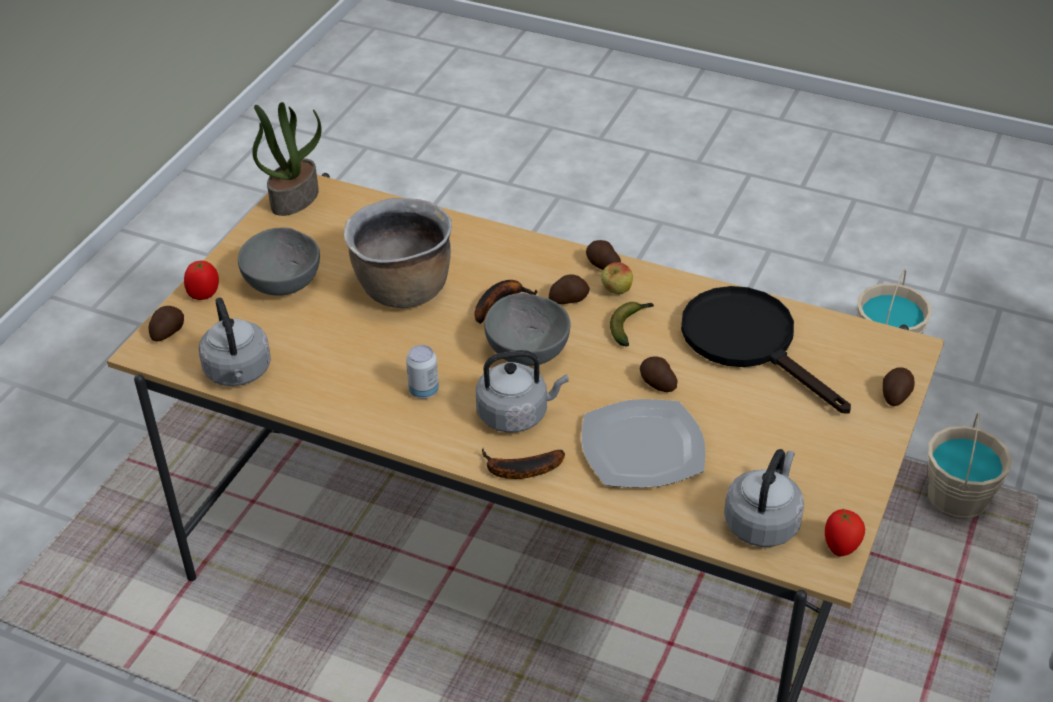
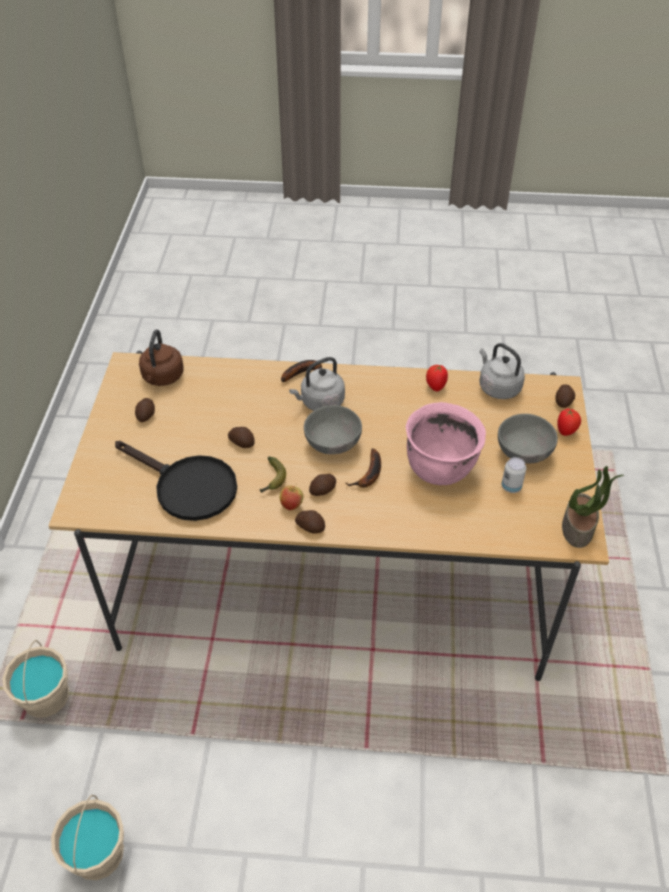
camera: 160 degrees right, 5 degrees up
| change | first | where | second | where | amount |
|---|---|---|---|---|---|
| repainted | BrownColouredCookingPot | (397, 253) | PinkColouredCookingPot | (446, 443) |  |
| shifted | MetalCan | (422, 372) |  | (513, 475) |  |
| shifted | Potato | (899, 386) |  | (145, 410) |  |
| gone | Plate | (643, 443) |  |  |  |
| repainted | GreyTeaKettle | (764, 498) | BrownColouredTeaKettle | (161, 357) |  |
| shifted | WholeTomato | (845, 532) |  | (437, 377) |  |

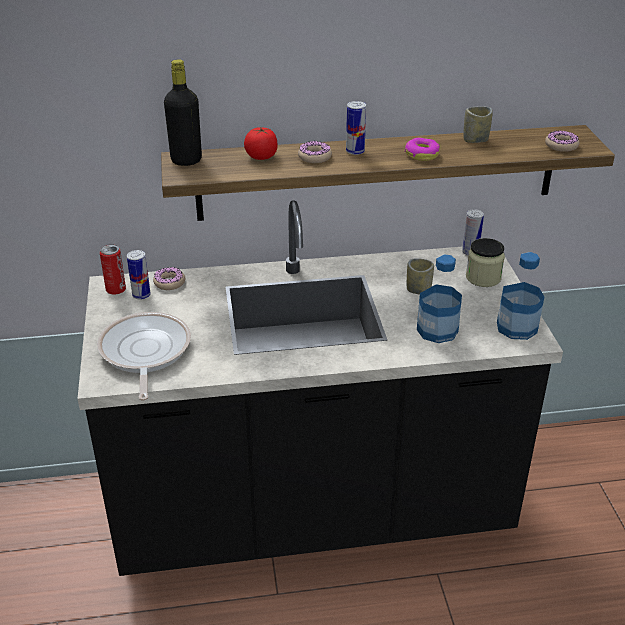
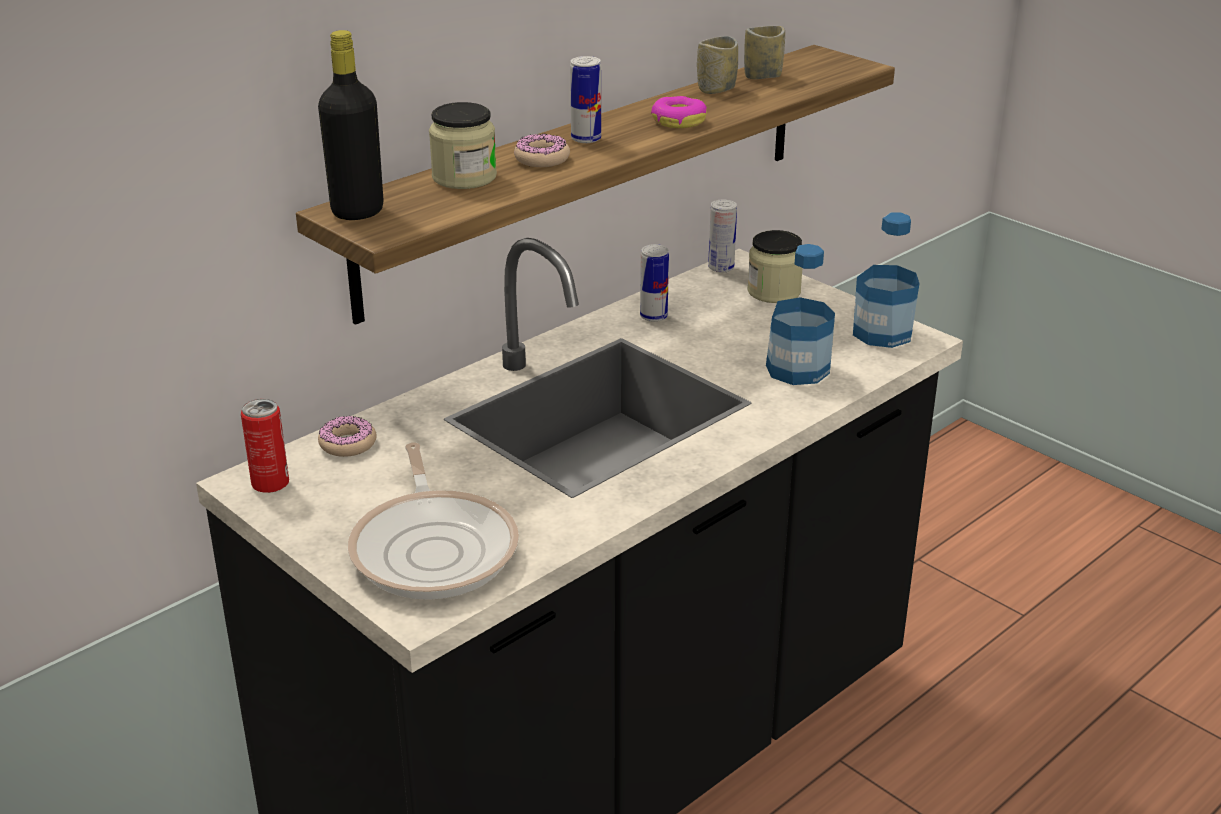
camera: 35 degrees left, 5 degrees down
| change | first | where | second | where | amount |
|---|---|---|---|---|---|
| swapped | WholeTomato | (261, 143) | PreserveJar | (463, 145) |  |
| gone | RingDoughnut | (562, 141) |  |  |  |
| shifted | MetalCan | (139, 275) |  | (654, 283) |  |
| shifted | DrinkingCup | (420, 276) |  | (764, 52) |  |
| rotated | Pan | (144, 356) |  | (433, 521) | 150 degrees counterclockwise |

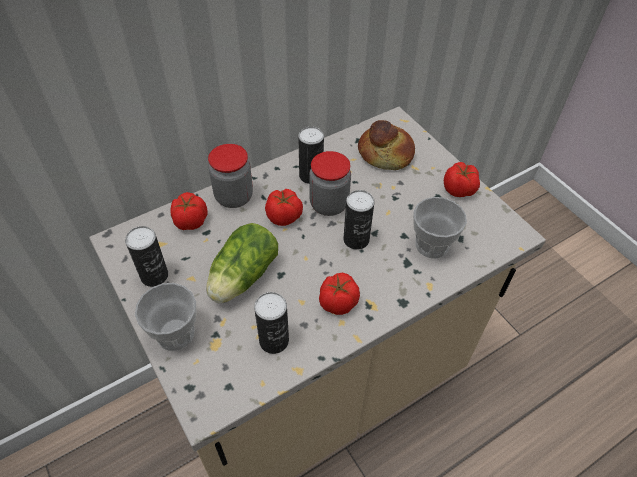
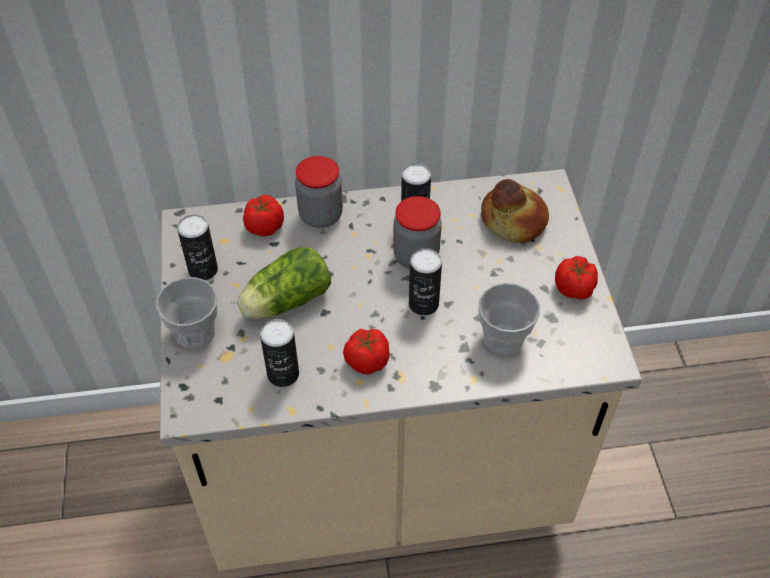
camera: 25 degrees right, 0 degrees up
| change | first | where | second | where | amount |
|---|---|---|---|---|---|
| gone | WholeTomato | (284, 207) |  |  |  |

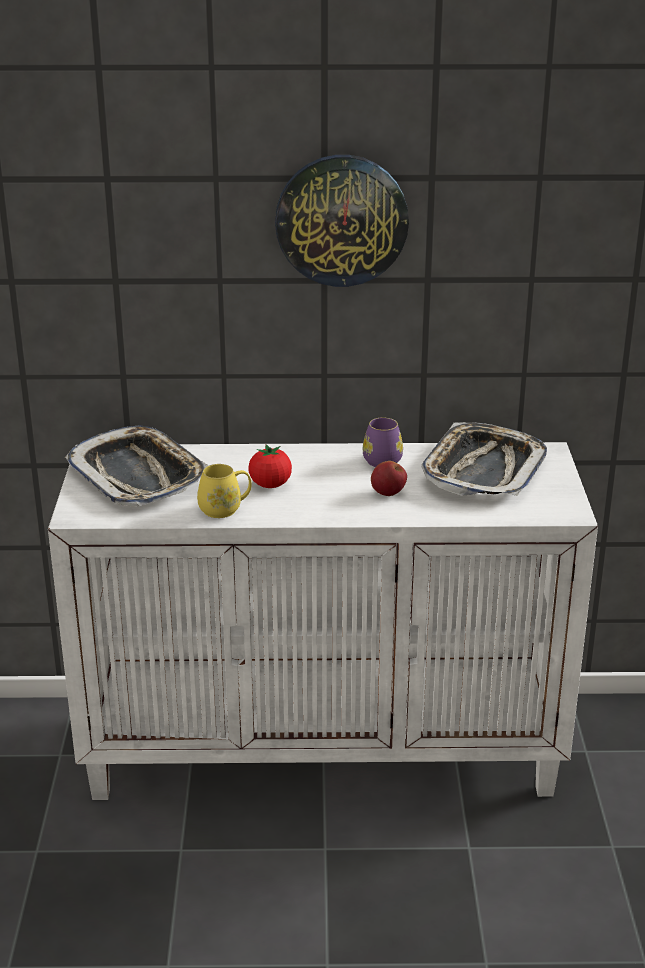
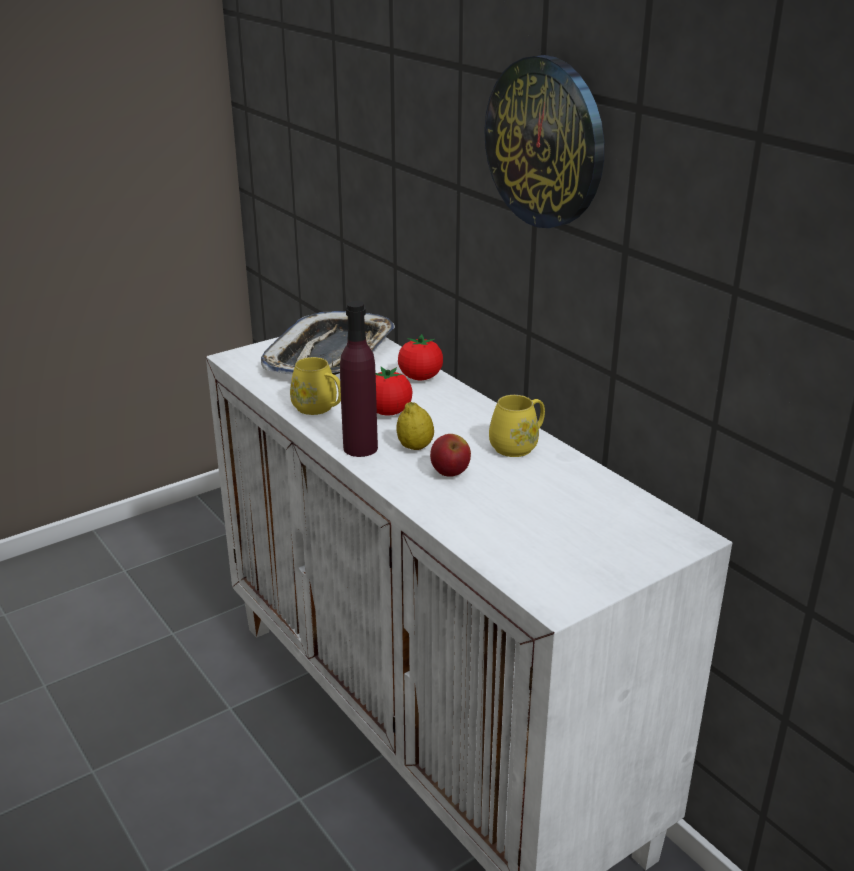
camera: 55 degrees right, 0 degrees up
| change | first | where | second | where | amount |
|---|---|---|---|---|---|
| repainted | PurpleCoffeeMug | (383, 442) | YellowCoffeeMug | (517, 426) |  |
| gone | ServingTray | (484, 459) |  |  |  |
| new |  |  | PurpleBeverageBottle | (359, 379) |  |
| new |  |  | WholeTomato | (420, 357) |  |
| new |  |  | Lemon | (415, 426) |  |

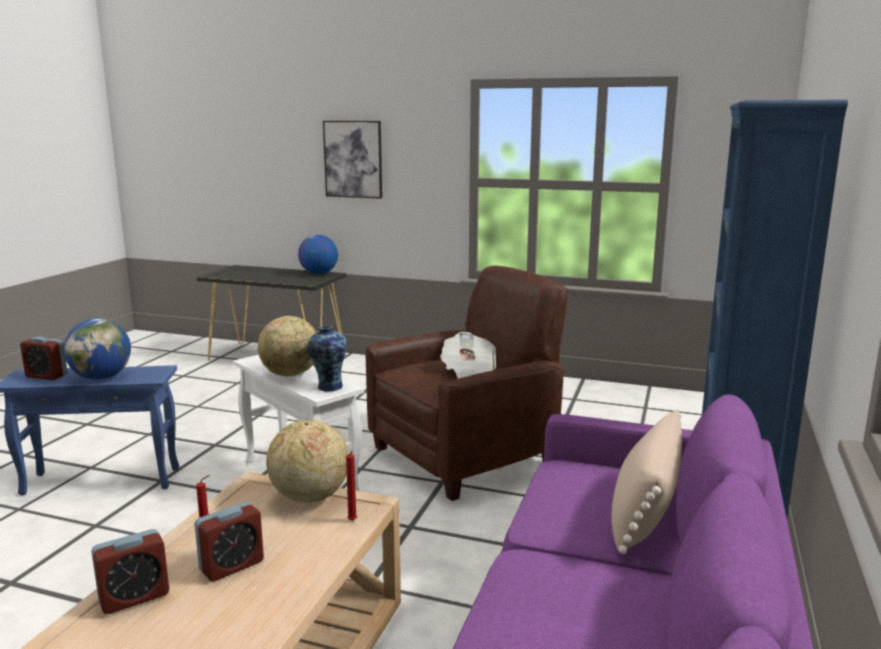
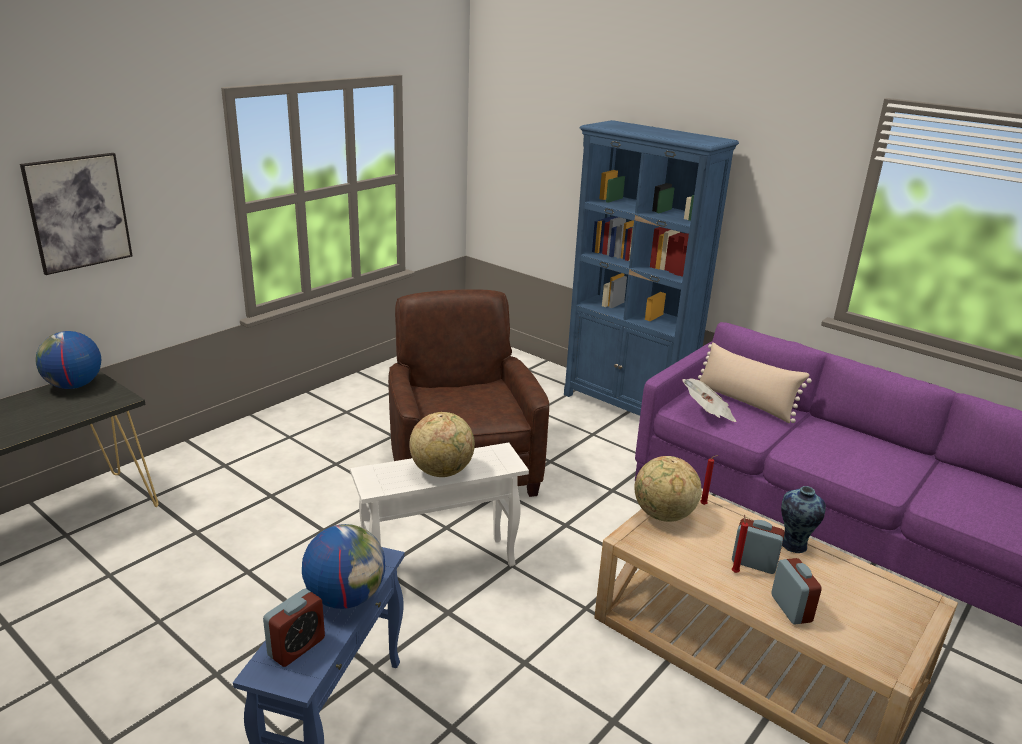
camera: 70 degrees left, 10 degrees up
| change | first | where | second | where | amount |
|---|---|---|---|---|---|
| shifted | Vase | (327, 358) |  | (803, 519) |  |
| shifted | PrintedPaper | (468, 355) |  | (709, 400) |  |
| rotated | AlarmClock | (229, 541) |  | (758, 546) | 45 degrees counterclockwise |

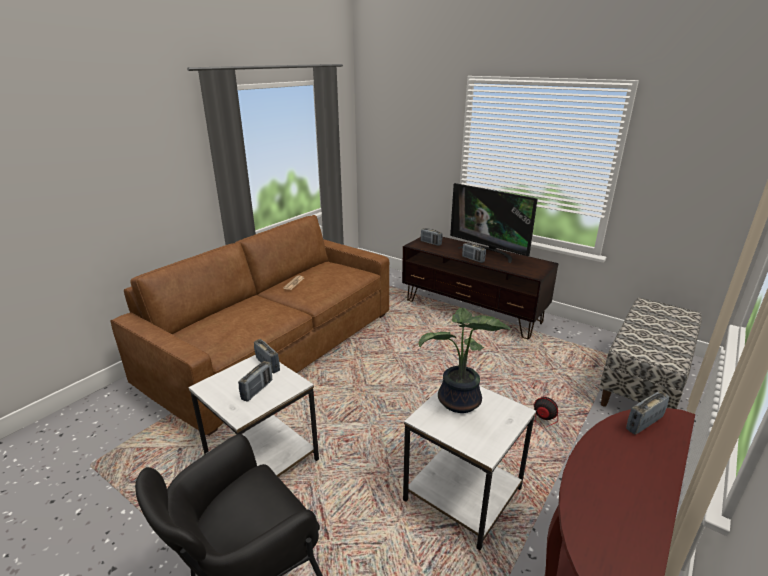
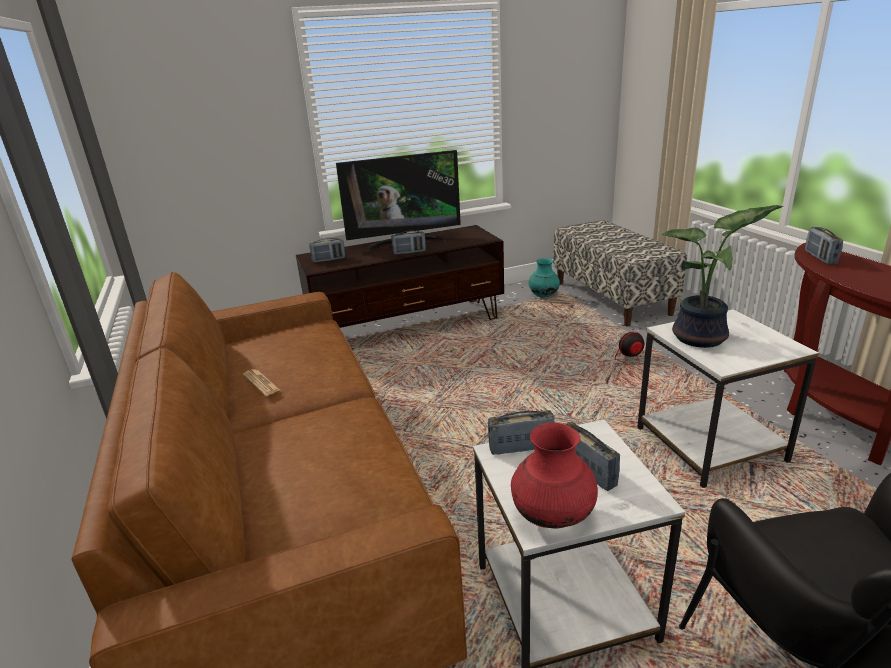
camera: 55 degrees left, 0 degrees up
| change | first | where | second | where | amount |
|---|---|---|---|---|---|
| new |  |  | BlueGreenVase | (544, 278) |  |
| new |  |  | ReddishVase | (554, 475) |  |

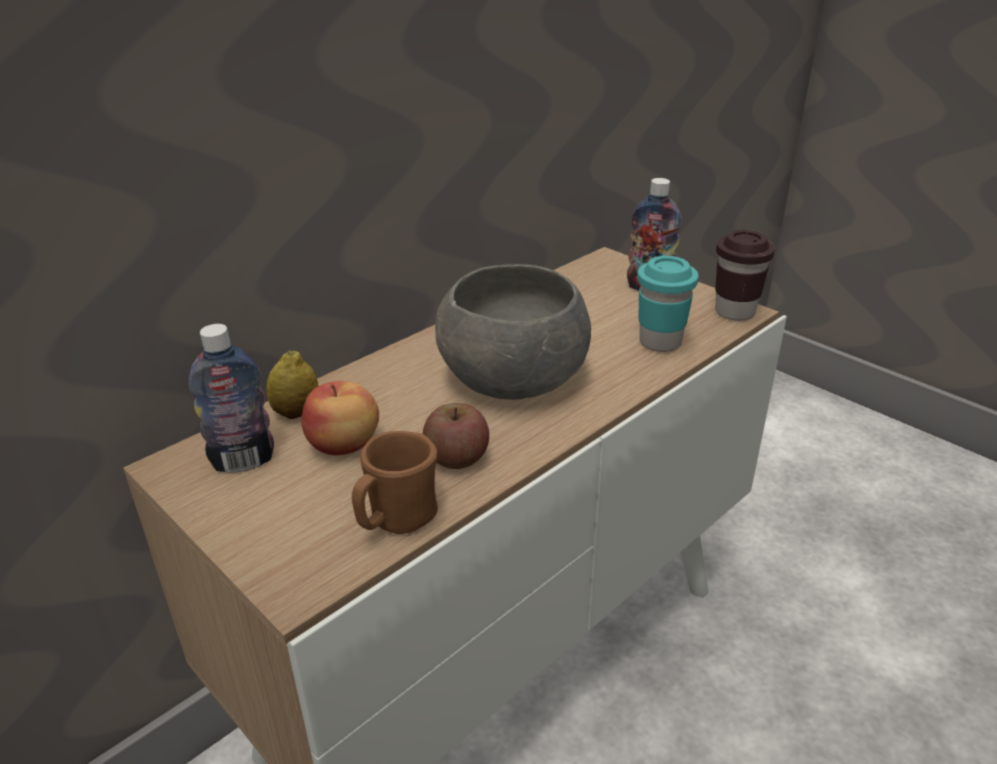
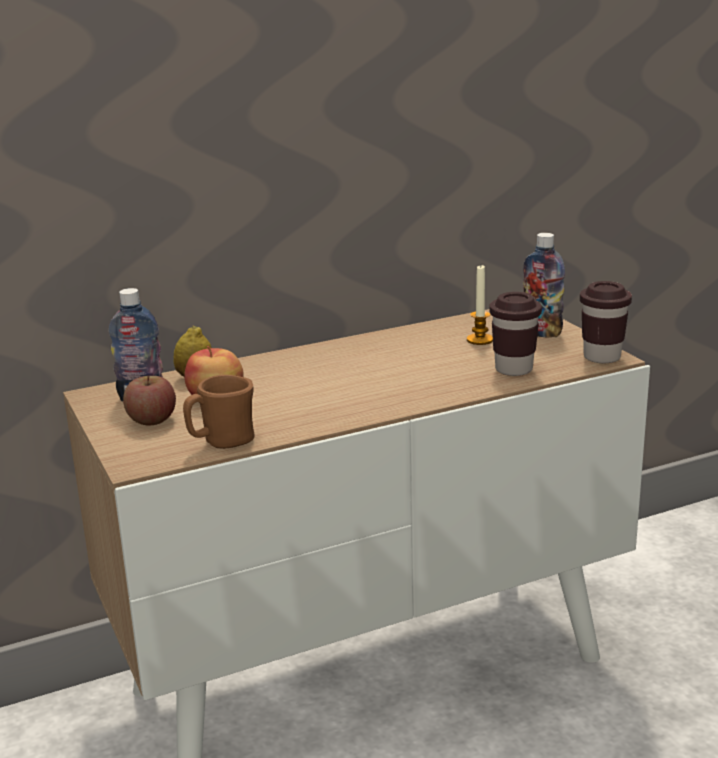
camera: 20 degrees right, 10 degrees down
| change | first | where | second | where | amount |
|---|---|---|---|---|---|
| repainted | BlueGreenDrinkingCup | (668, 304) | BrownColouredDrinkingCup | (515, 334) |  |
| gone | GreyDeepDish | (513, 332) |  |  |  |
| shifted | Apple | (456, 436) |  | (149, 401) |  |
| new |  |  | Candle | (480, 305) |  |

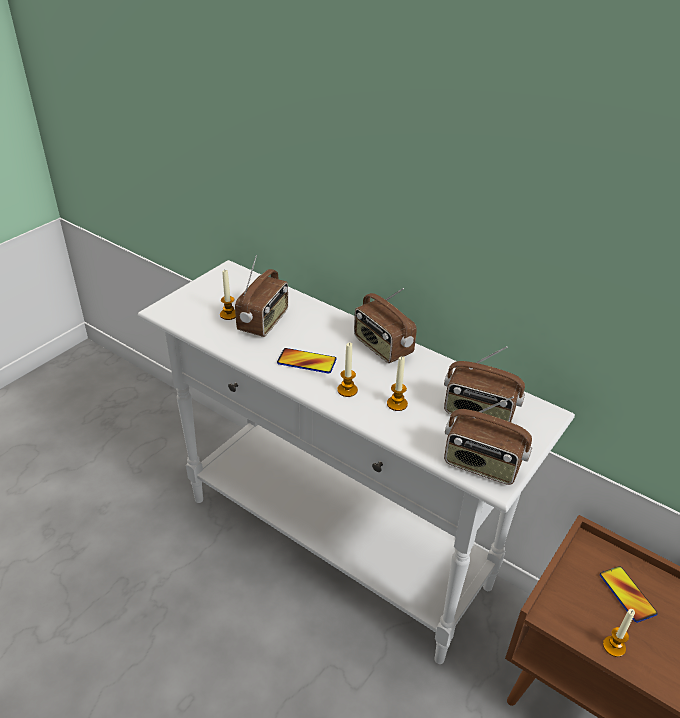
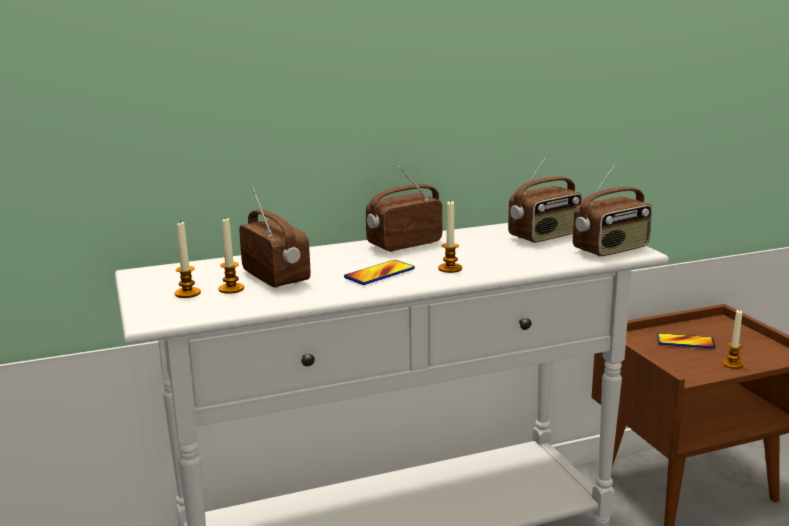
camera: 55 degrees left, 20 degrees down
| change | first | where | second | where | amount |
|---|---|---|---|---|---|
| rotated | RadioReceiver | (385, 325) |  | (404, 209) | 150 degrees clockwise |
| shifted | Candle | (397, 383) |  | (188, 259) |  |

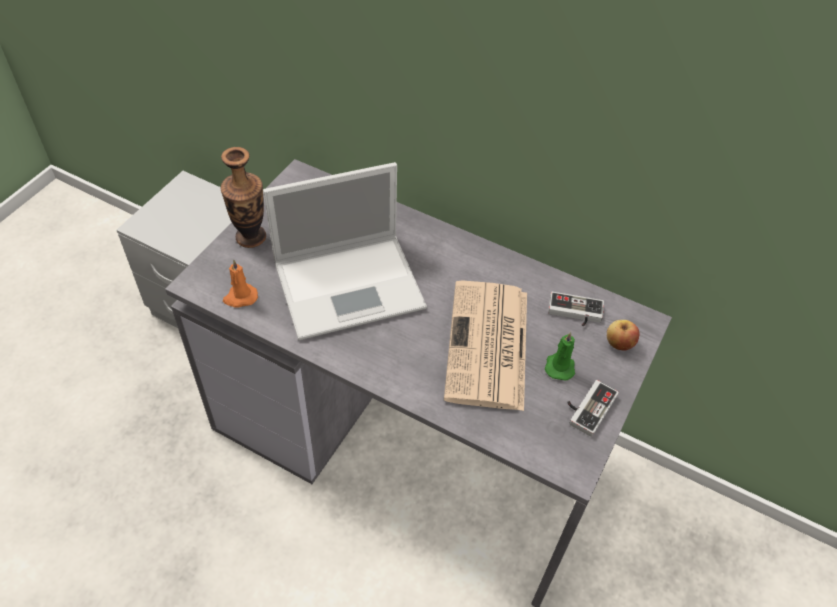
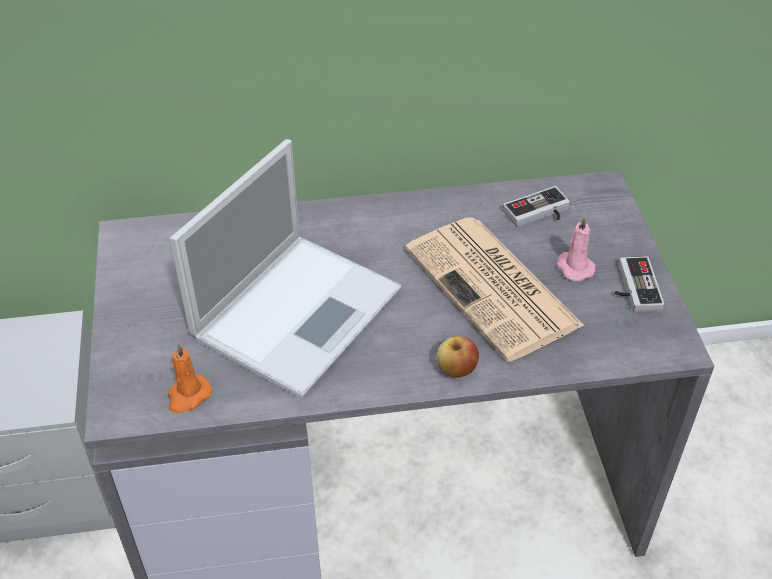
camera: 35 degrees left, 5 degrees down
| change | first | where | second | where | amount |
|---|---|---|---|---|---|
| gone | Vase | (243, 197) |  |  |  |
| shifted | Apple | (623, 335) |  | (458, 356) |  |
| repainted | GreenColouredCandle | (560, 356) | PinkColouredCandle | (575, 248) |  |

